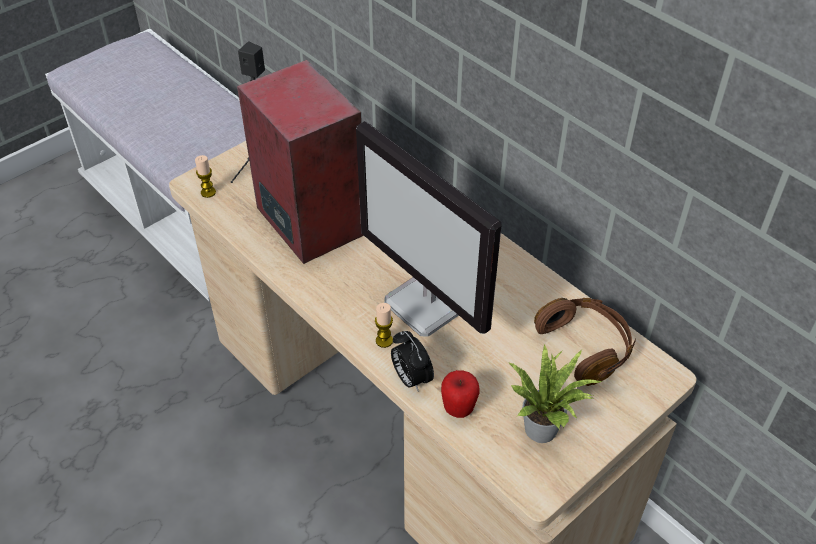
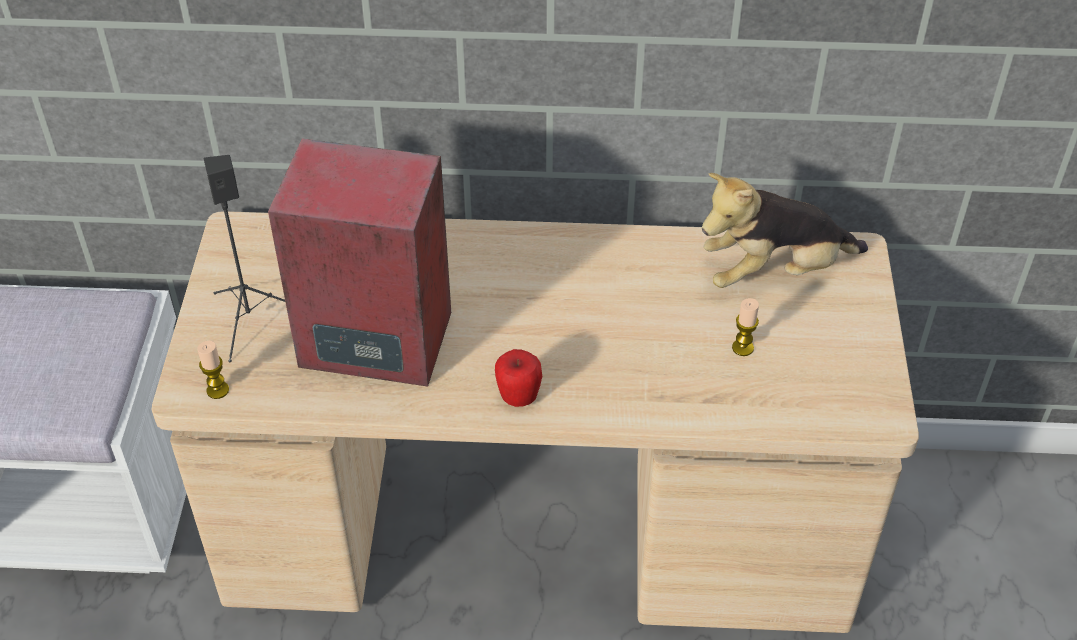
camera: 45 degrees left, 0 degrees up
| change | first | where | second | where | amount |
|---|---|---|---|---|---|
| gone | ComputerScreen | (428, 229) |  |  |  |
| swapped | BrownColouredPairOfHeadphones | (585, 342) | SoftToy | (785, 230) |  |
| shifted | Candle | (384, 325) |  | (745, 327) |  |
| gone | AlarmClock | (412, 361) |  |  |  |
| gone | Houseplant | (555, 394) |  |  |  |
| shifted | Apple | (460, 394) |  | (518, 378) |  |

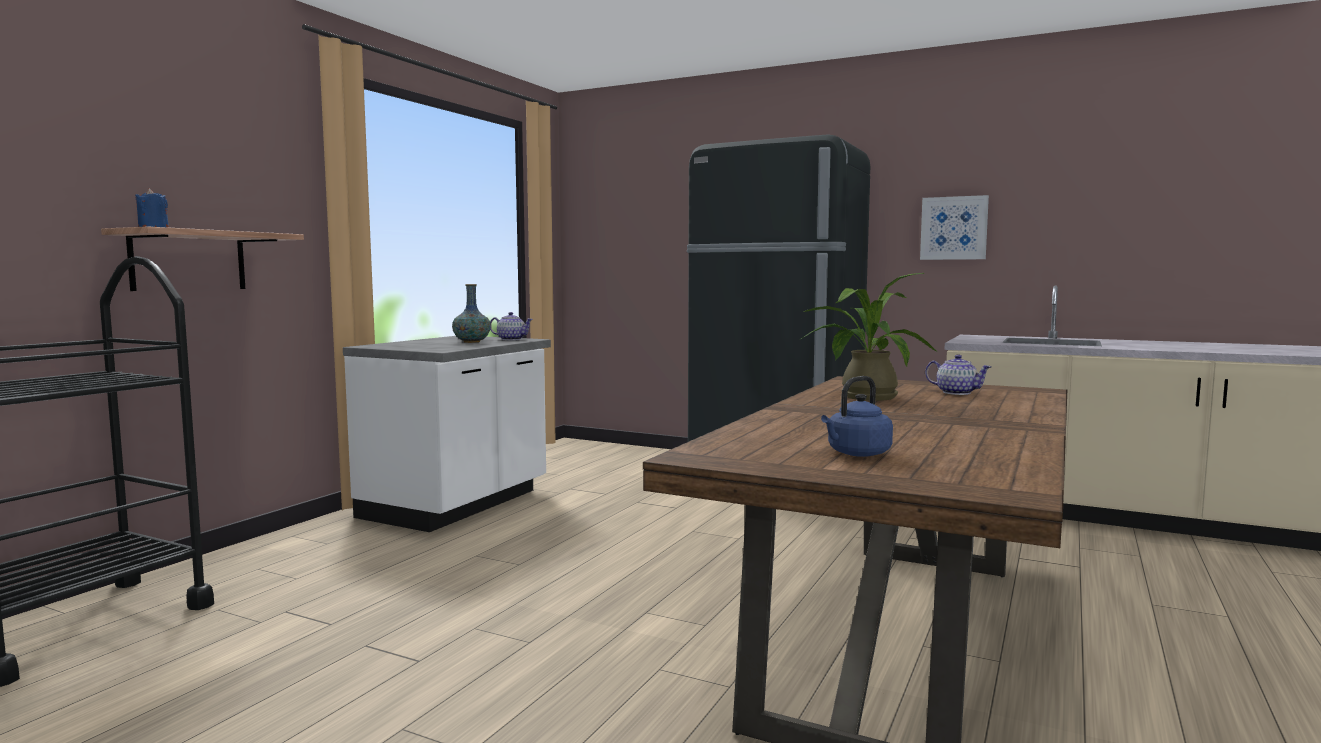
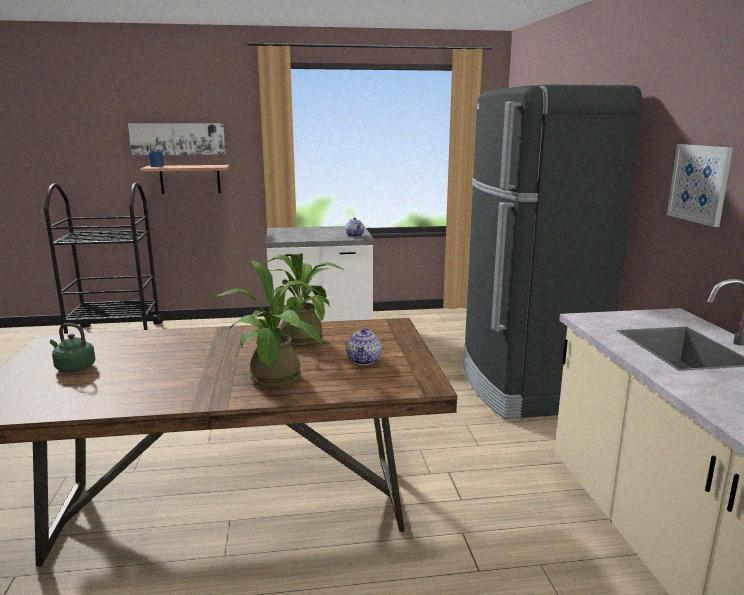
camera: 55 degrees right, 10 degrees up
| change | first | where | second | where | amount |
|---|---|---|---|---|---|
| gone | Vase | (471, 313) |  |  |  |
| repainted | BluishTeaKettle | (857, 416) | GreenColouredTeaKettle | (73, 347) |  |
| new |  |  | Picture | (177, 139) |  |
| new |  |  | Houseplant | (268, 324) |  |

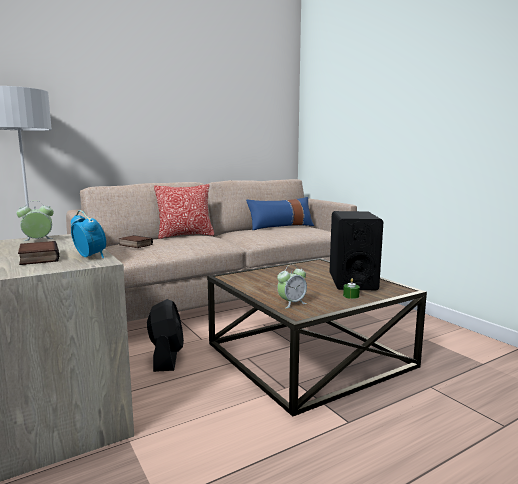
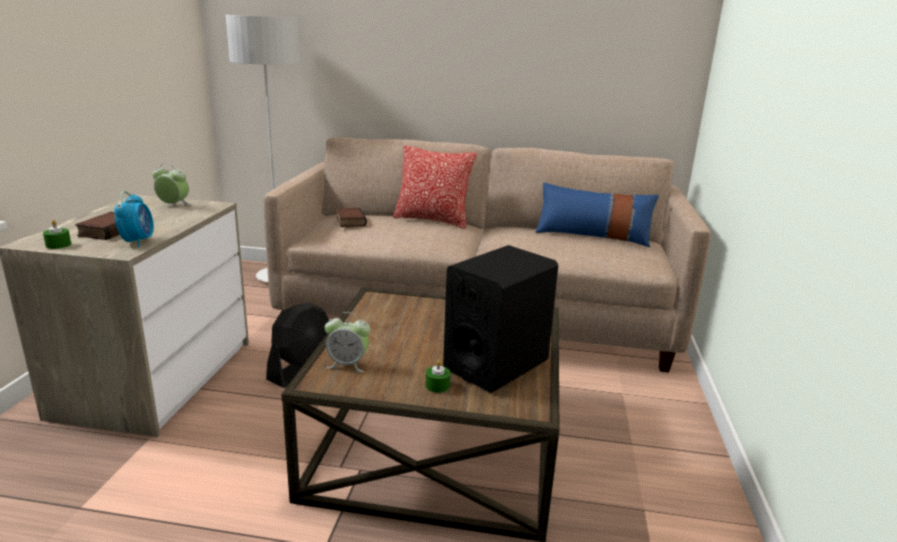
camera: 40 degrees right, 10 degrees up
| change | first | where | second | where | amount |
|---|---|---|---|---|---|
| new |  |  | GreenColouredCandle | (57, 234) |  |

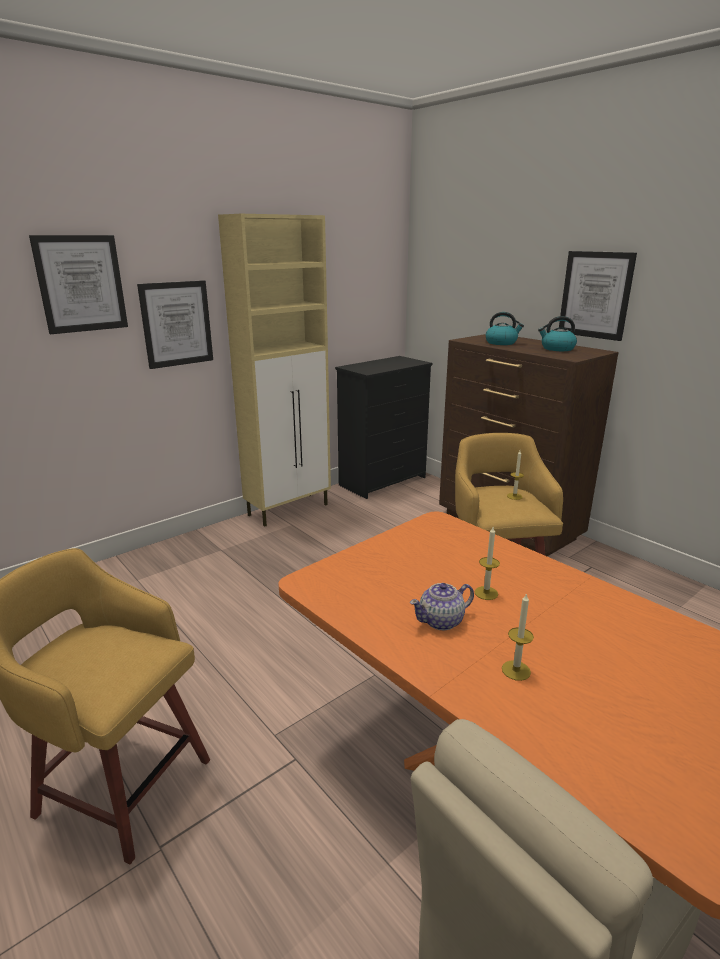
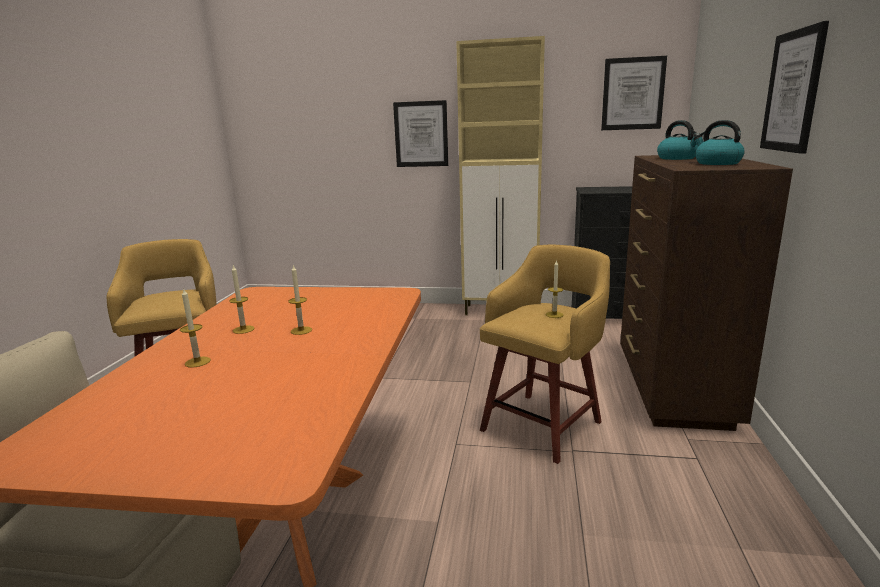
camera: 50 degrees right, 5 degrees down
| change | first | where | second | where | amount |
|---|---|---|---|---|---|
| shifted | Picture | (78, 284) |  | (634, 93) |  |
| swapped | PotForTea | (442, 606) | Candle | (242, 300) |  |

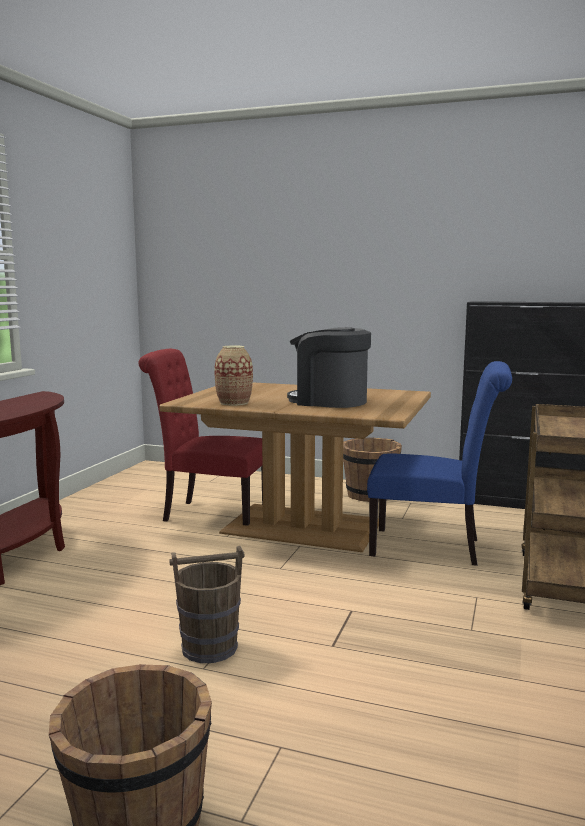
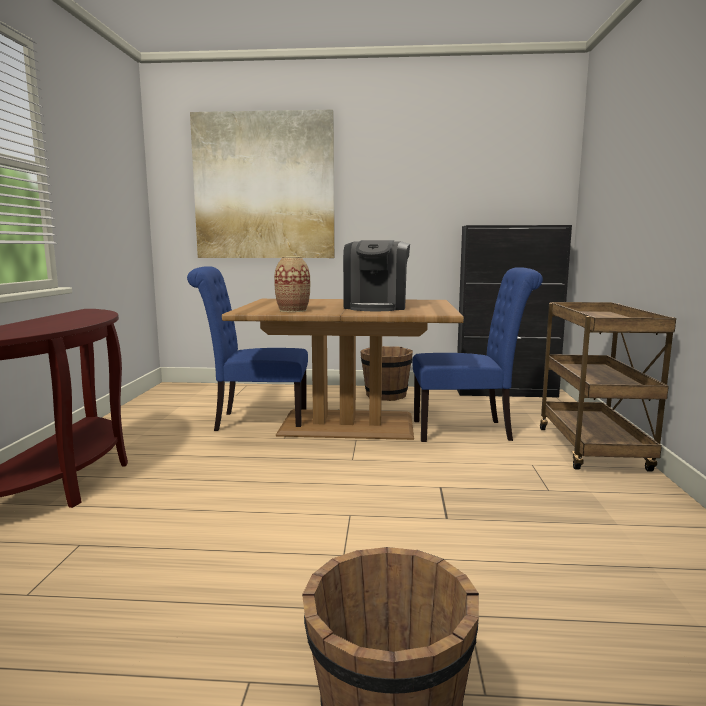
camera: 15 degrees left, 0 degrees up
| change | first | where | second | where | amount |
|---|---|---|---|---|---|
| rotated | CoffeeMachine | (329, 367) |  | (376, 275) | 90 degrees counterclockwise |
| repainted | ReddishUprightChair | (201, 437) | BluishUprightChair | (247, 348) |  |
| gone | BrownColouredBucket | (207, 604) |  |  |  |
| new |  |  | Picture | (262, 184) |  |

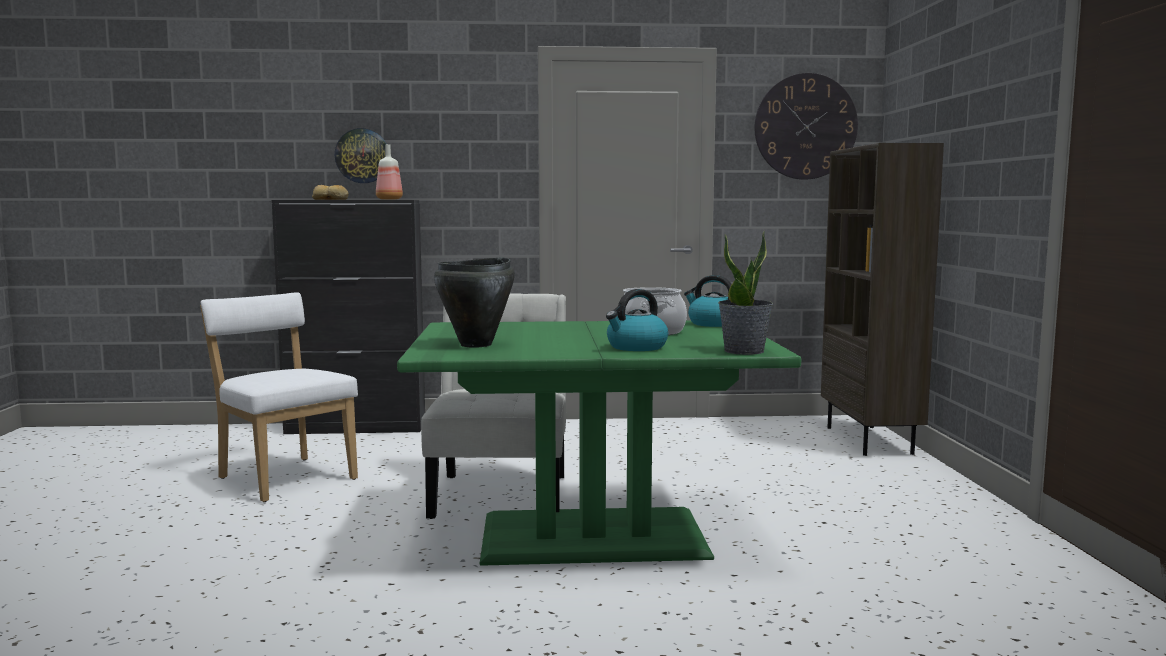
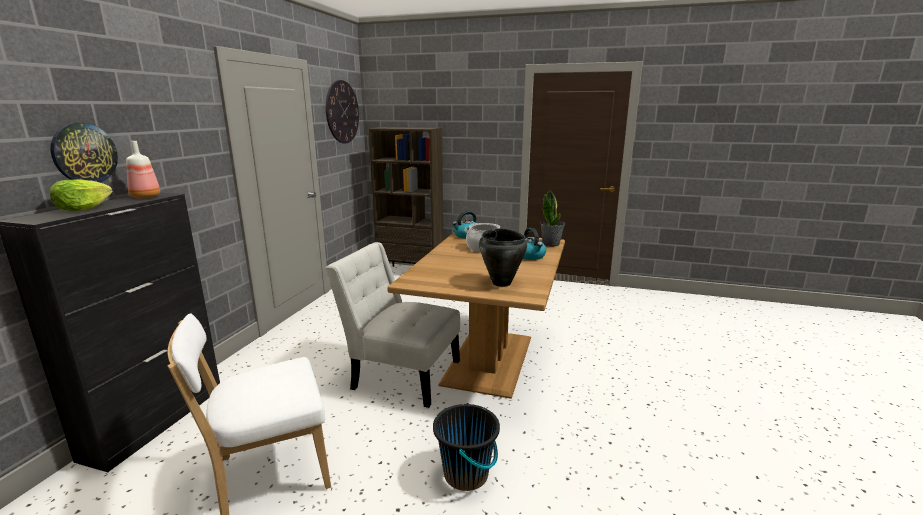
camera: 70 degrees left, 10 degrees up
| change | first | where | second | where | amount |
|---|---|---|---|---|---|
| swapped | BakedBread | (330, 192) | HeadOfLettuce | (81, 195) |  |
| repainted | GreenColouredDiningTable | (599, 443) | BrownColouredDiningTable | (476, 315) |  |
| new |  |  | BlackBucket | (466, 447) |  |

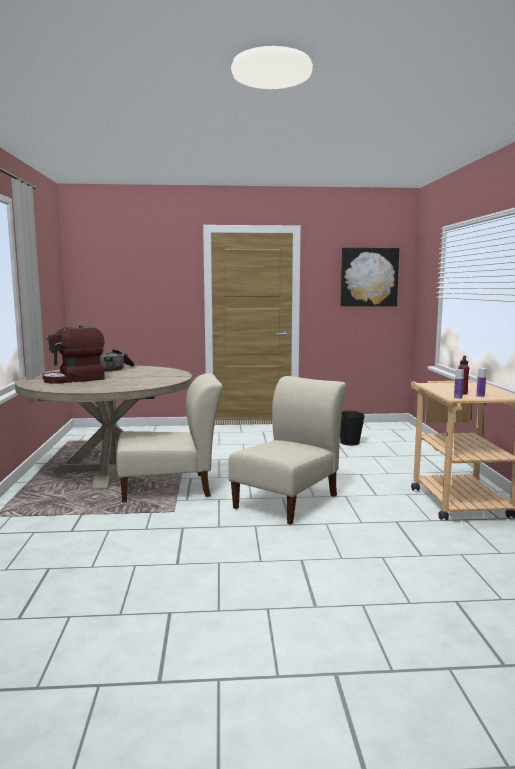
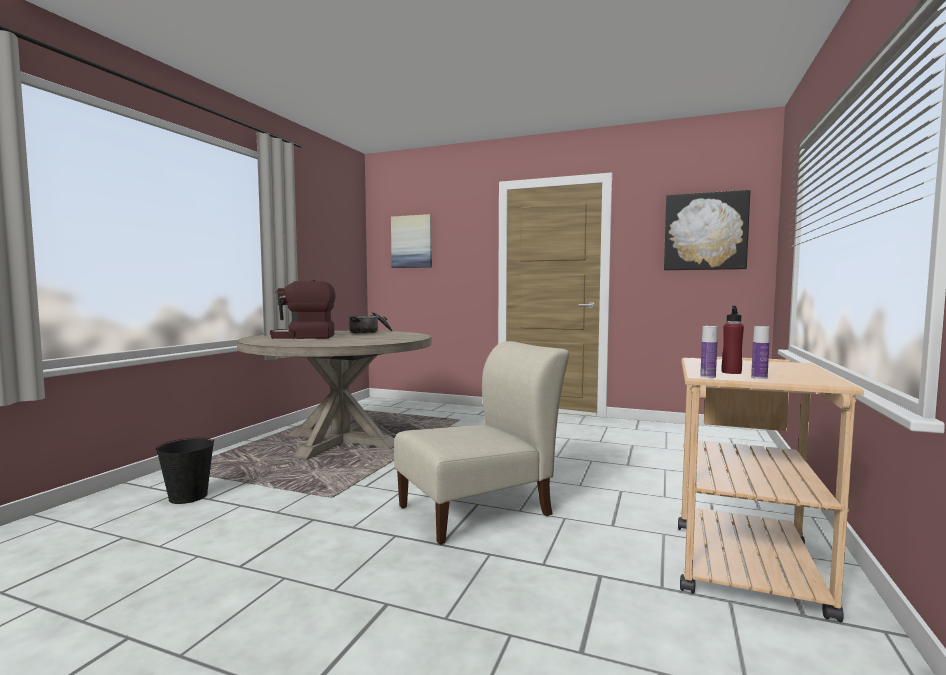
camera: 25 degrees right, 5 degrees down
| change | first | where | second | where | amount |
|---|---|---|---|---|---|
| gone | SandColouredUprightChair | (169, 438) |  |  |  |
| shifted | BlackBucket | (352, 428) |  | (185, 471) |  |
| new |  |  | Picture | (411, 241) |  |

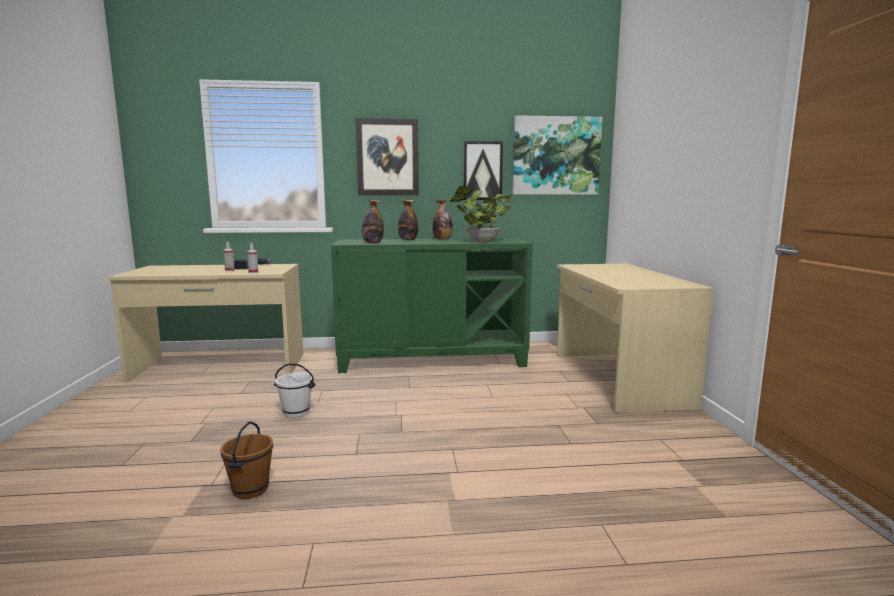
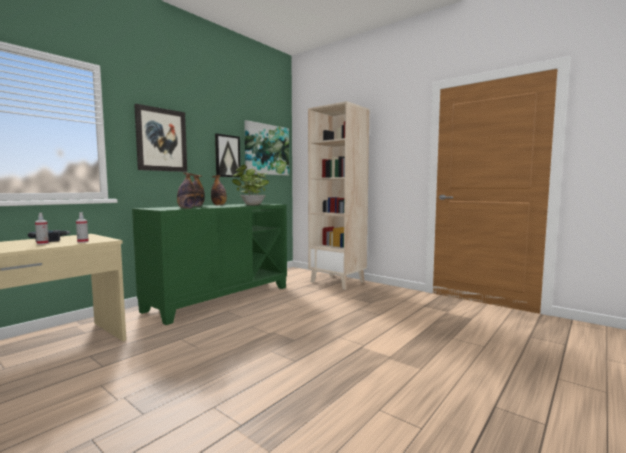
camera: 45 degrees left, 5 degrees down
| change | first | where | second | where | amount |
|---|---|---|---|---|---|
| swapped | SandColouredDeskTable | (635, 338) | SandColouredBookcase | (338, 195) |  |
| gone | WhiteBucket | (295, 390) |  |  |  |
| gone | BrownColouredBucket | (246, 460) |  |  |  |

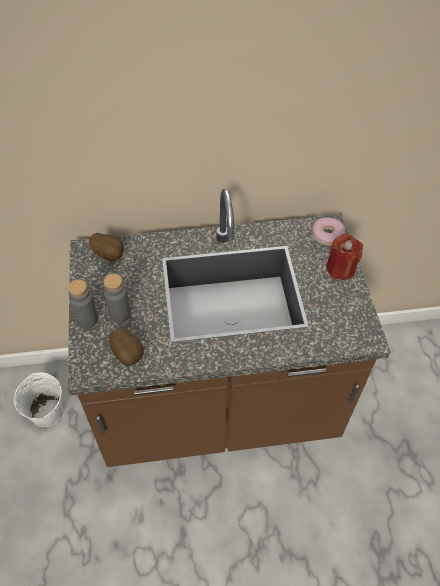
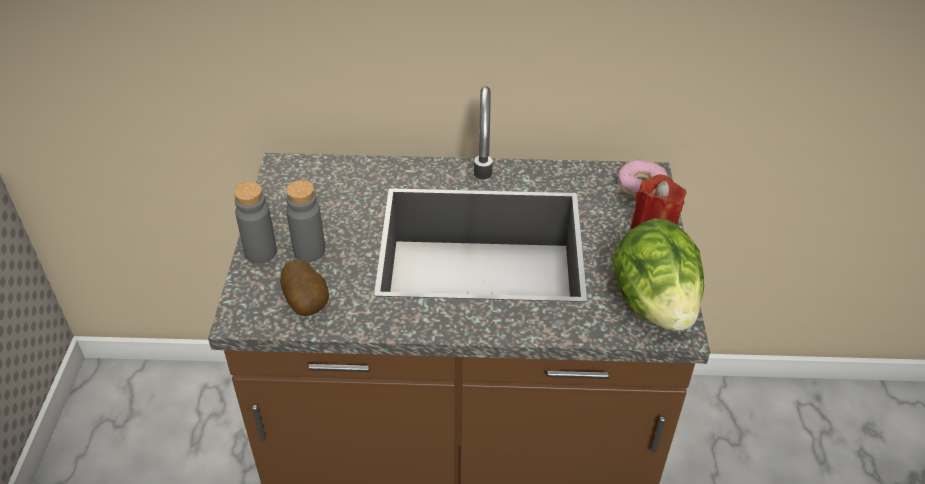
camera: 10 degrees right, 10 degrees down
| change | first | where | second | where | amount |
|---|---|---|---|---|---|
| gone | Potato | (106, 247) |  |  |  |
| gone | WhiteBucket | (38, 399) |  |  |  |
| new |  |  | HeadOfLettuce | (658, 275) |  |

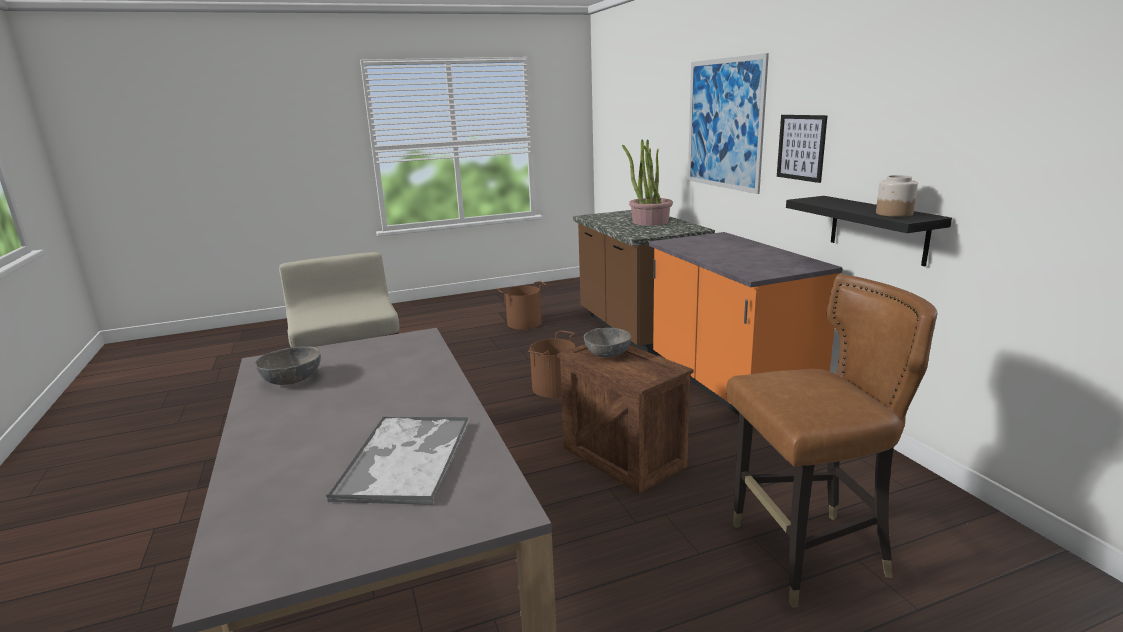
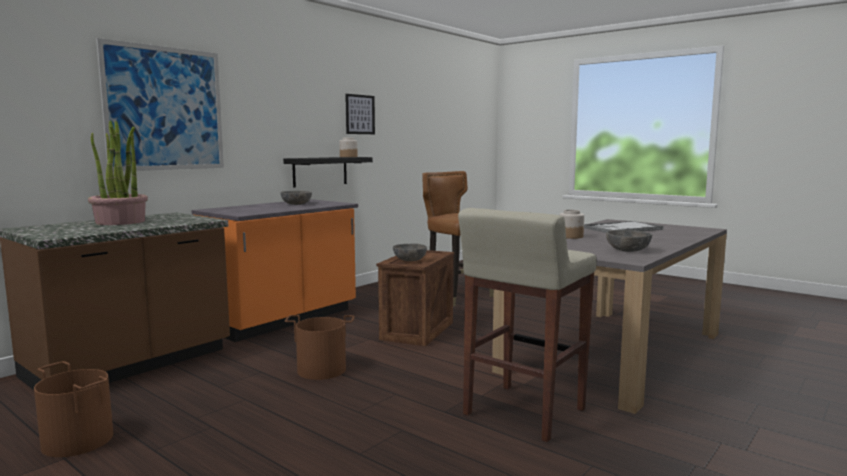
camera: 120 degrees left, 10 degrees down
| change | first | where | second | where | amount |
|---|---|---|---|---|---|
| shifted | Picture | (802, 149) |  | (360, 114) |  |
| new |  |  | GreyDeepDish | (296, 197) |  |
| new |  |  | PreserveJar | (571, 224) |  |

